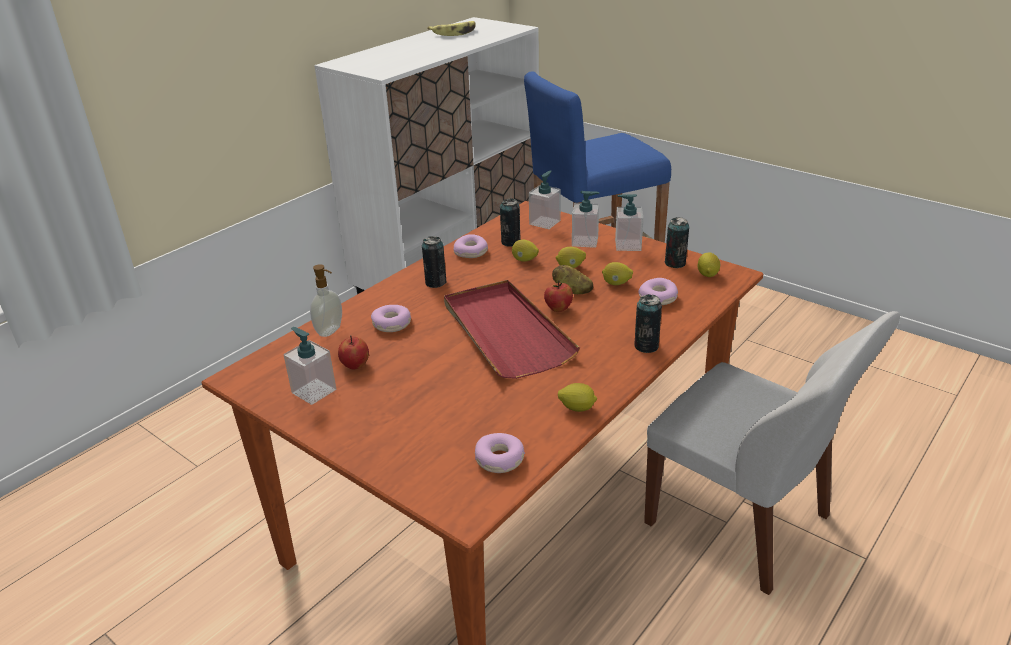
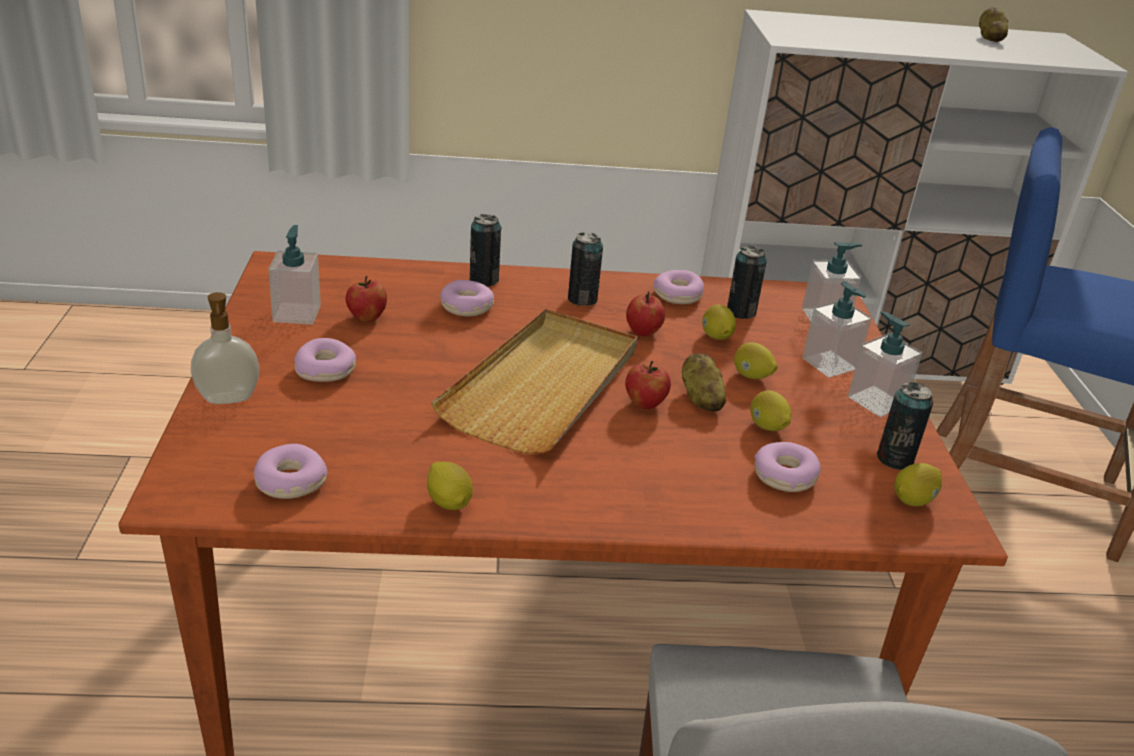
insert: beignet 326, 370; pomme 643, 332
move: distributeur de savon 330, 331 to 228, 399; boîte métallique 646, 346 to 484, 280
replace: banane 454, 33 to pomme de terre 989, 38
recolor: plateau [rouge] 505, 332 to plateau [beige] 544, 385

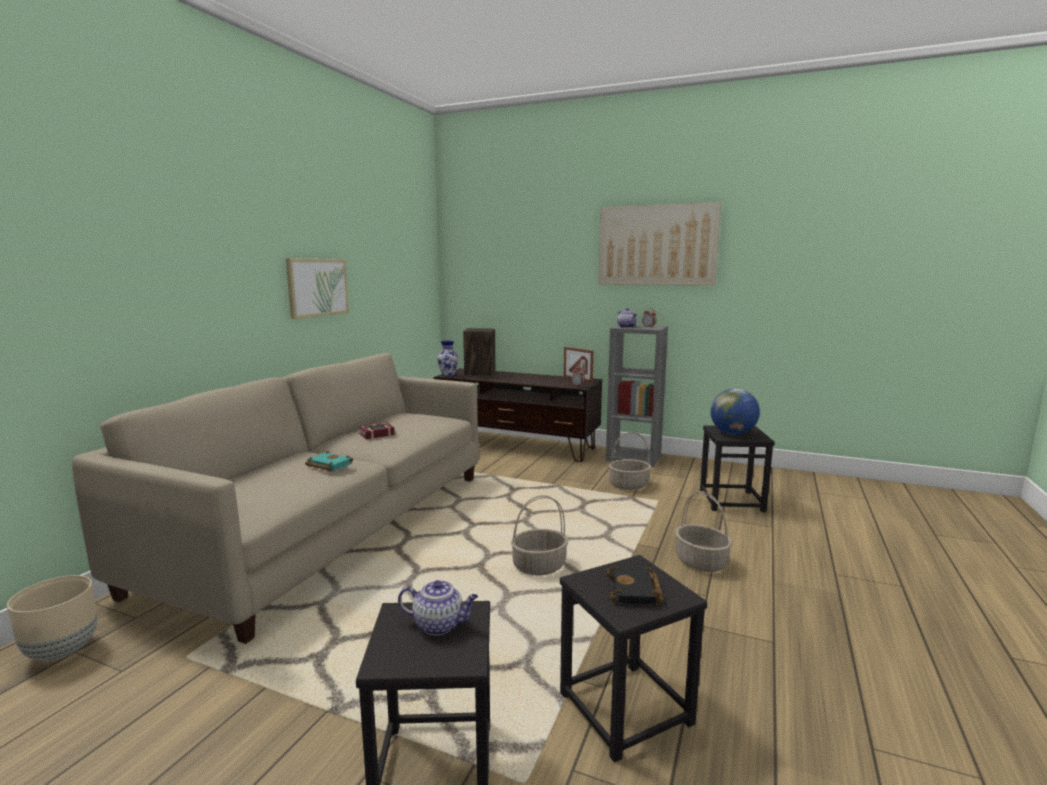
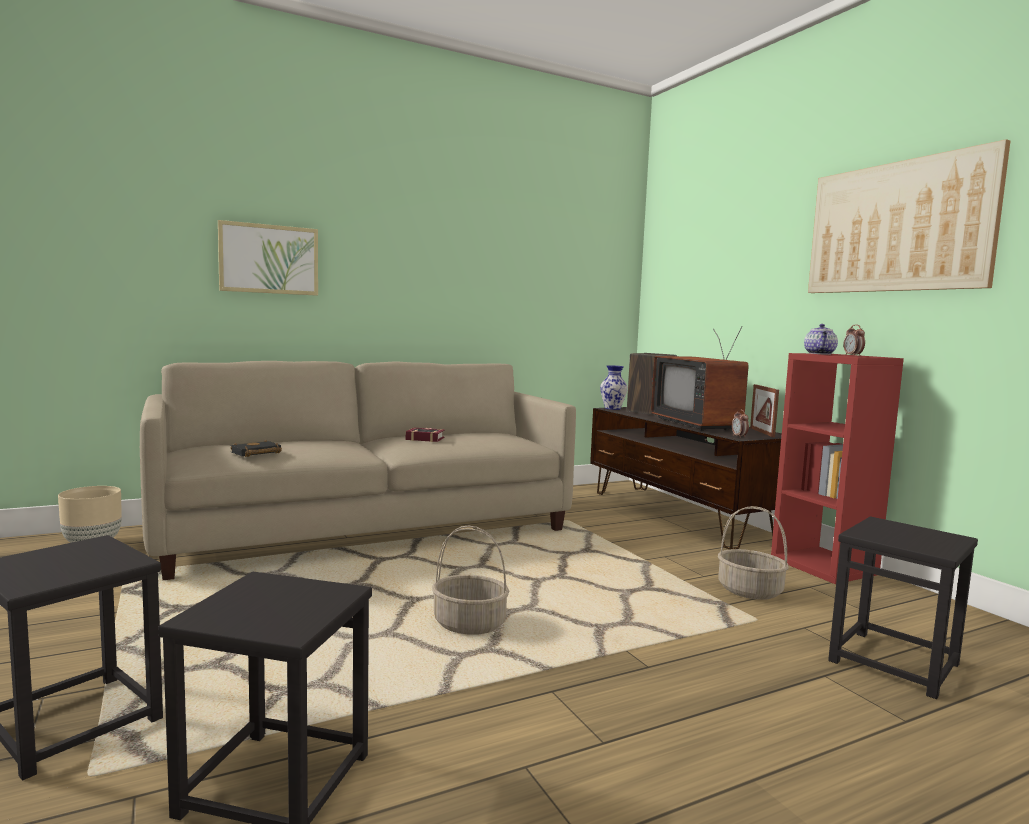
delete: livre [turquoise] 327, 465; théière 440, 625; panier 702, 562; globe 733, 433
insert: téléviseur 700, 424
move: tableau 317, 287 to 269, 259; livre [noir] 636, 591 to 255, 453
recolor: bibliothèque [gris] 634, 457 to bibliothèque [rouge] 825, 566

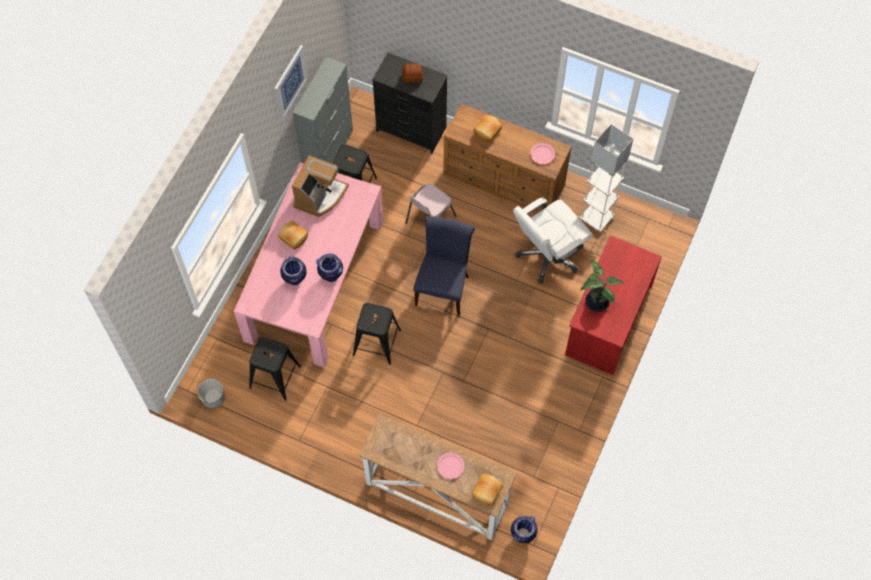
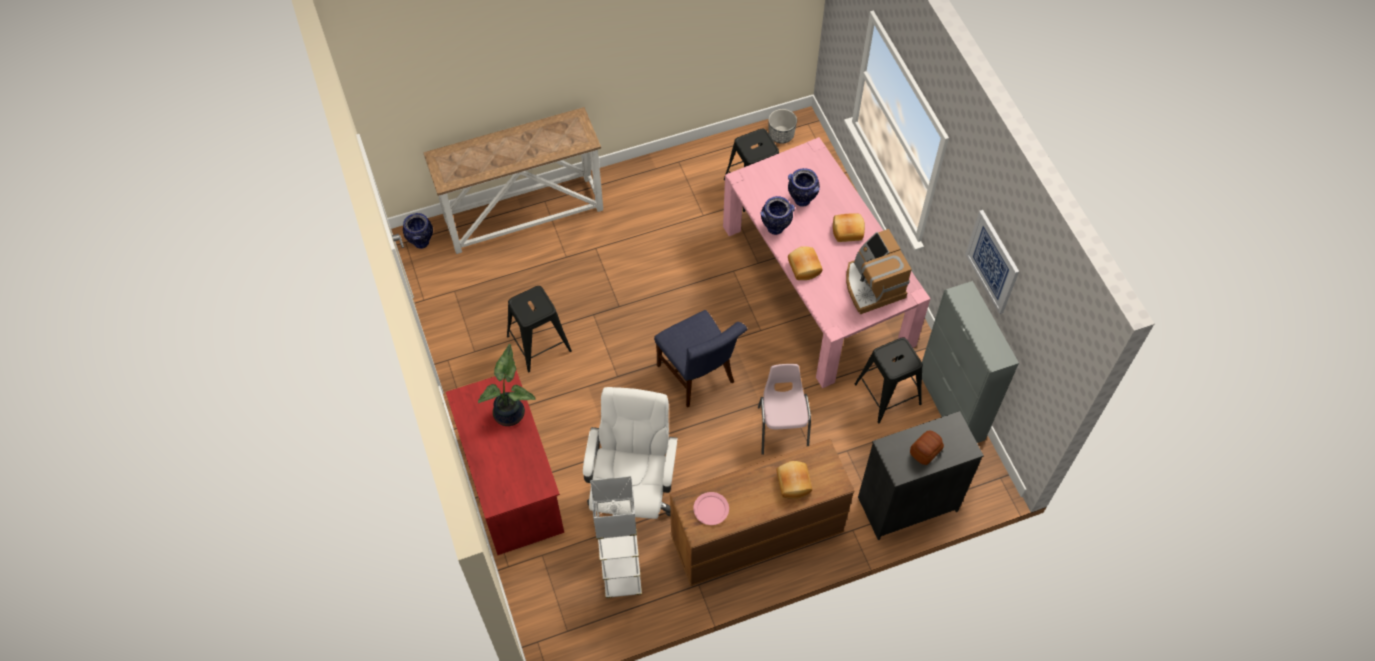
delete: assiette [rose] 450, 466
move: tabouret [noir] 376, 342 to 539, 343; pain 487, 491 to 803, 267

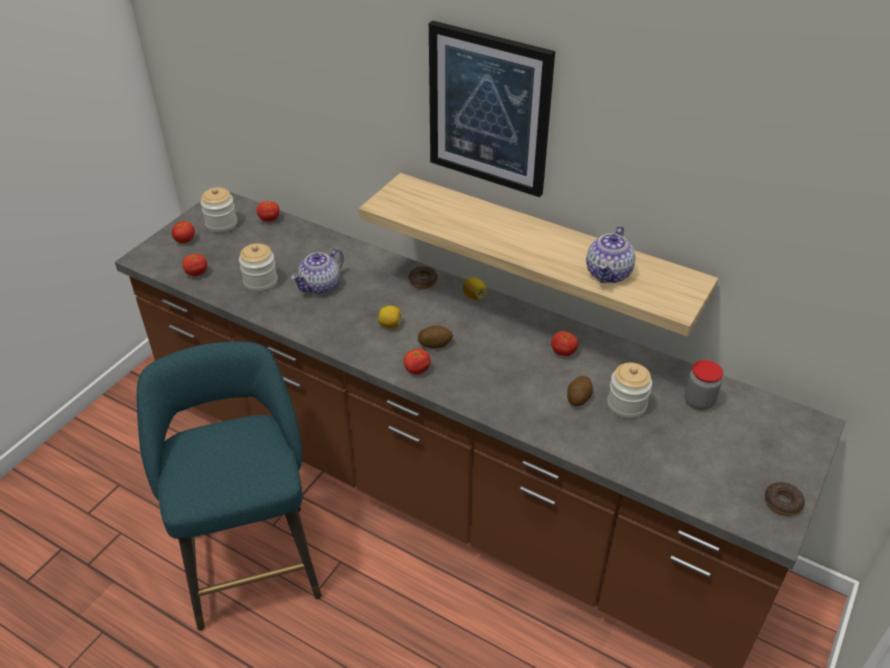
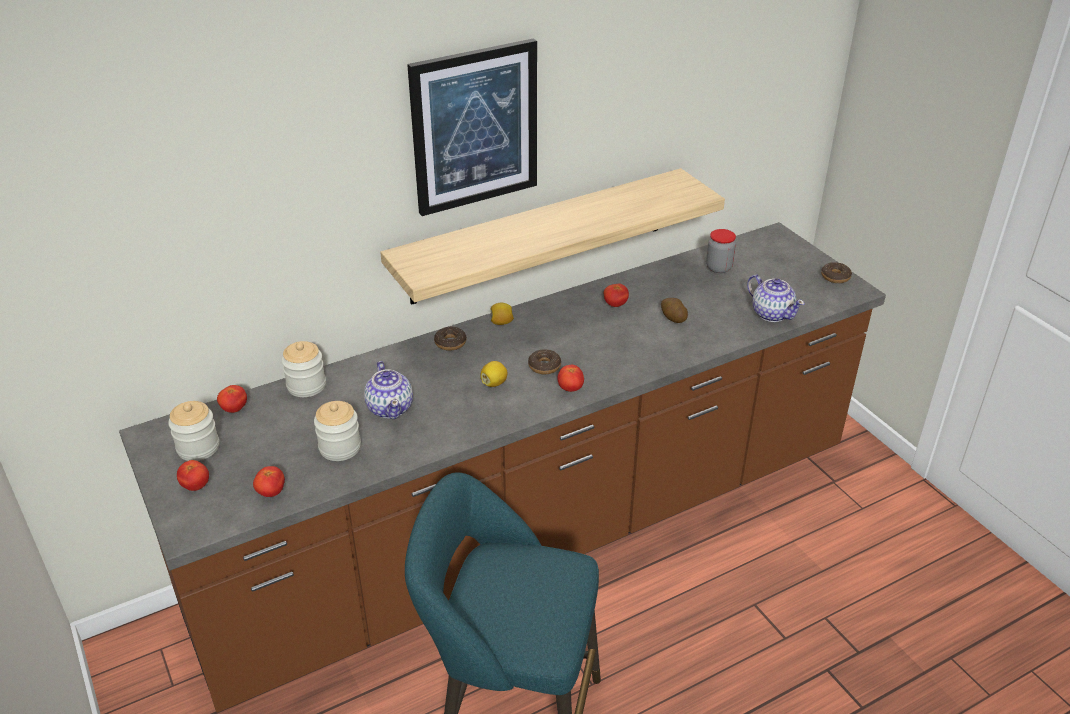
move: théière 609, 273 to 771, 313; bocal 626, 405 to 306, 385
replace: pomme de terre 435, 344 to beignet 544, 366

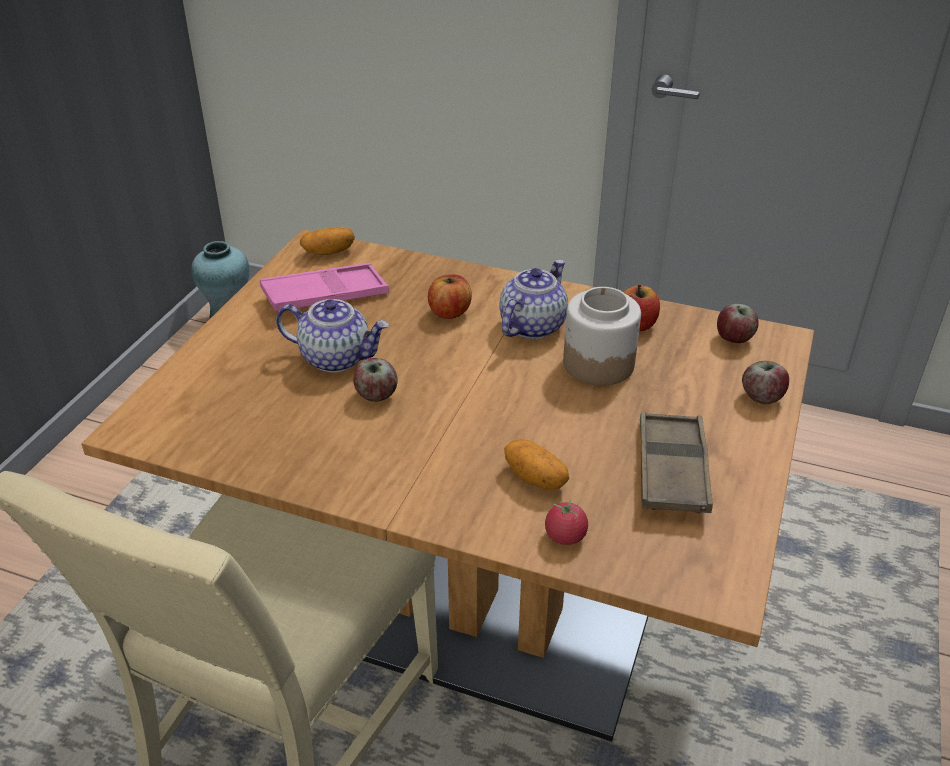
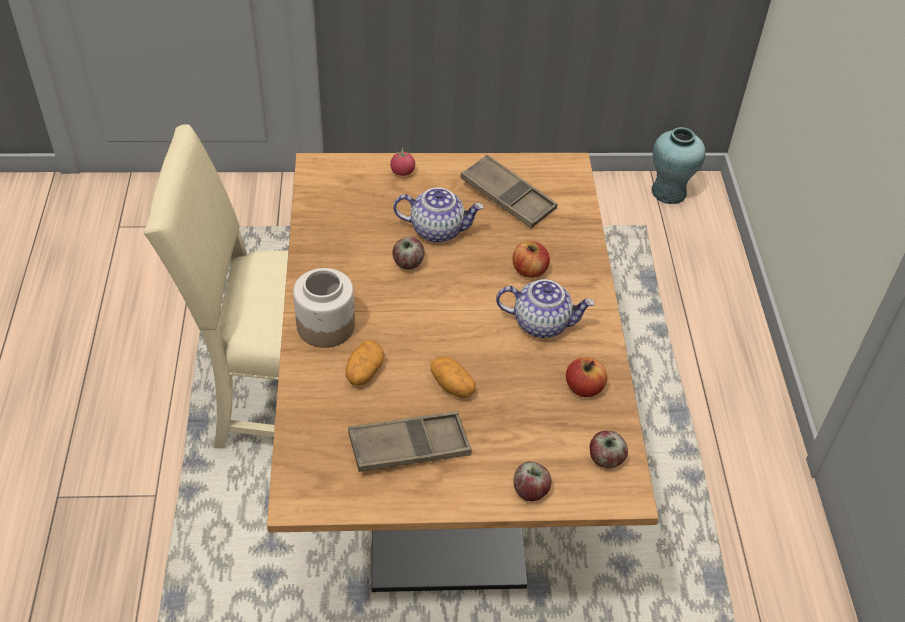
move: pomme de terre 328, 252 to 452, 385; tomate 565, 536 to 402, 172; bocal 598, 363 to 326, 326
recolor: plateau [rose] 325, 295 to plateau [marron] 507, 197
rotate: théière 336, 358 = 438, 229 75 degrees counterclockwise

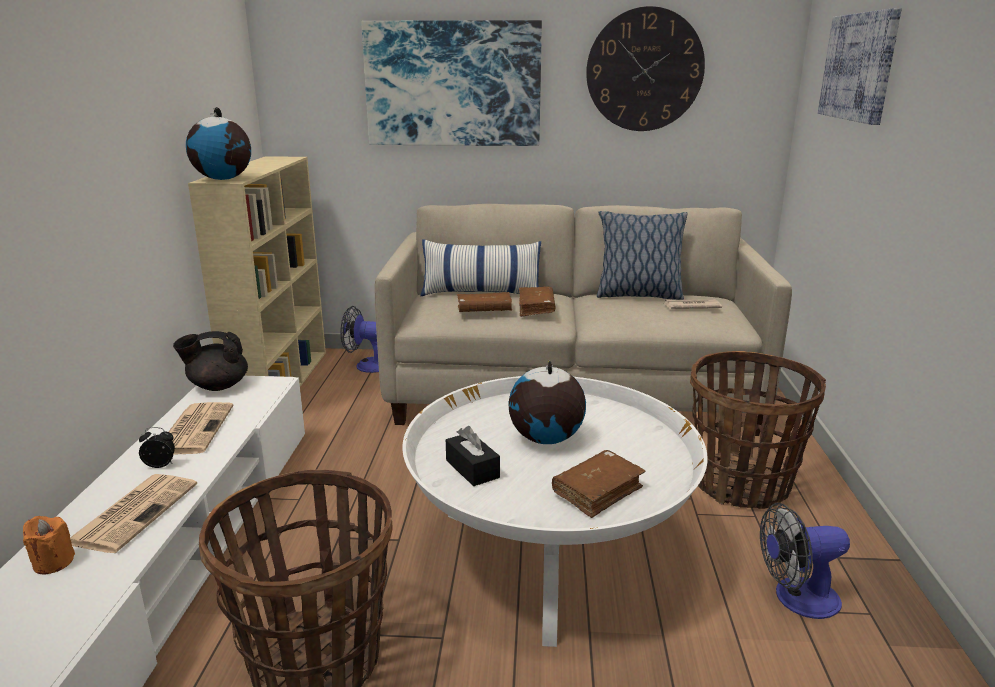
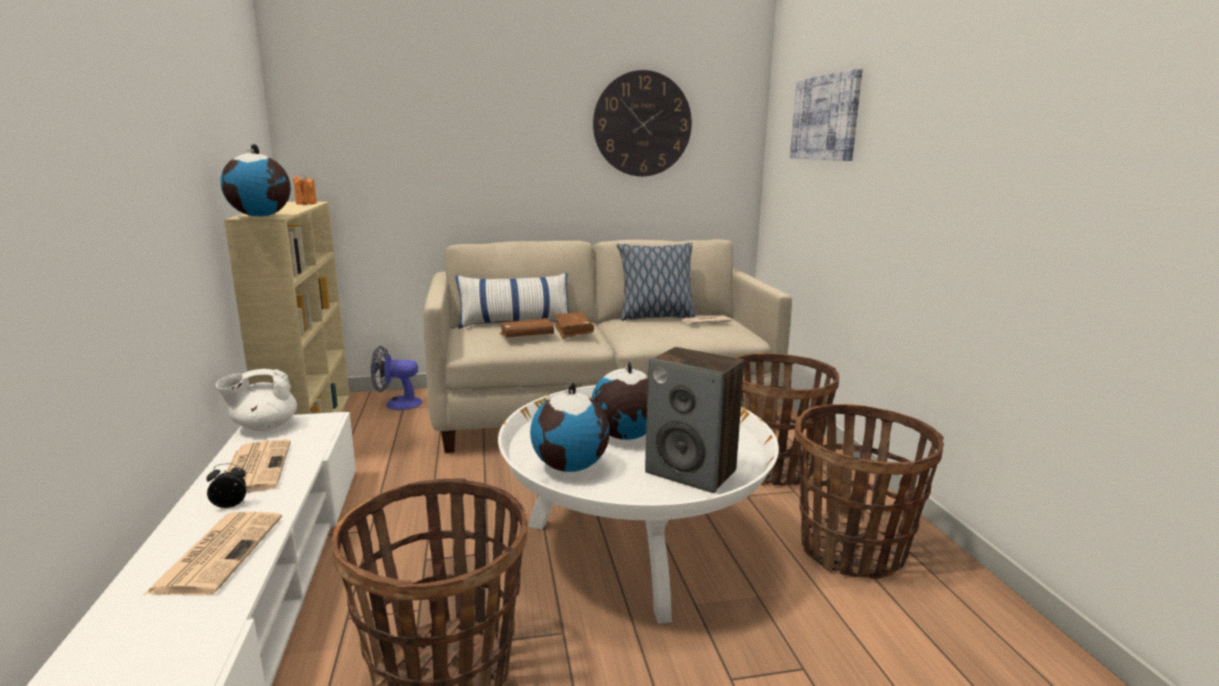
delete: tableau 453, 84
move: bougie [orange] 53, 562 to 306, 203
replace: boîte à mouchoirs [noir] 472, 469 to globe 571, 467; livre [marron] 597, 491 to enceinte 692, 472; ventilateur 796, 599 to panier 852, 550
recolor: théière [noir] 217, 386 to théière [blanc] 264, 427

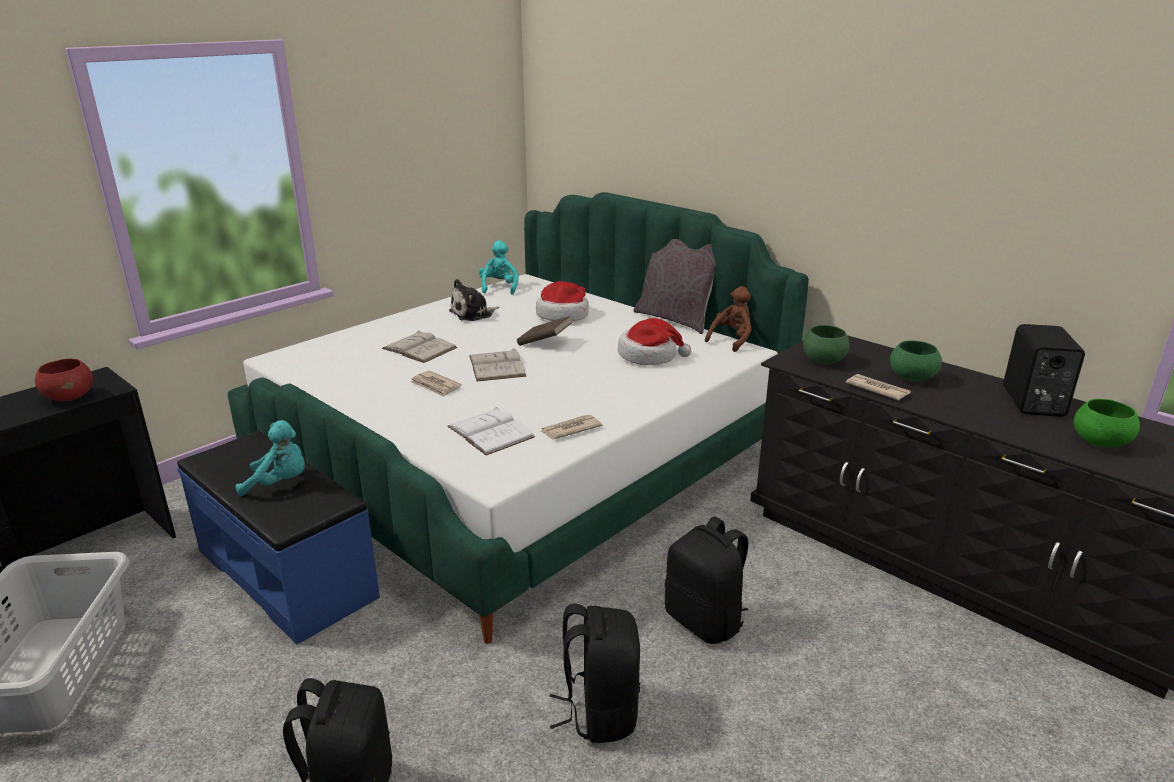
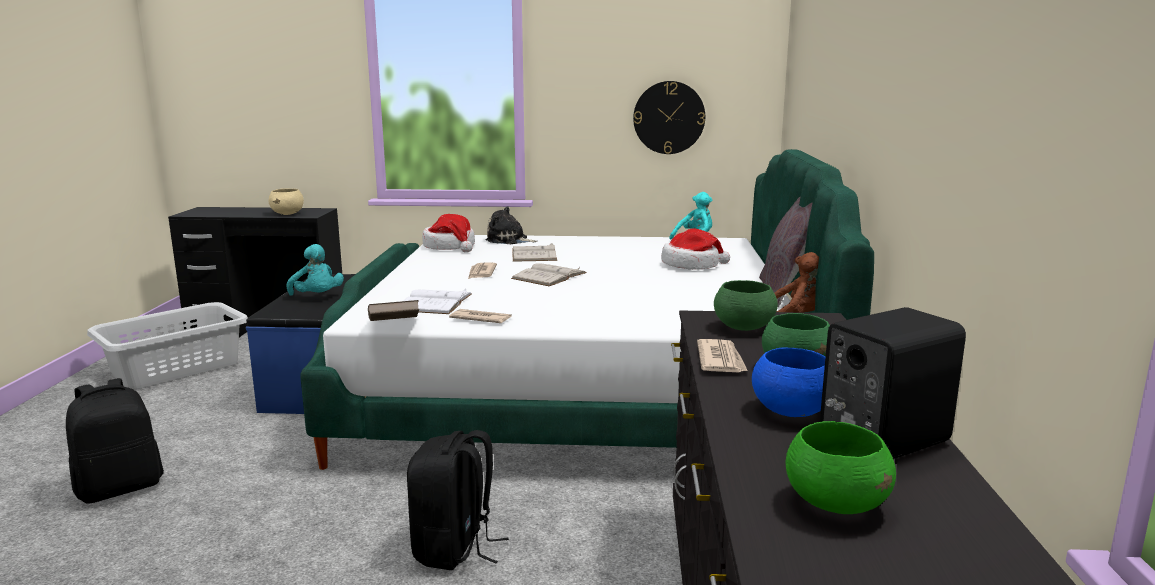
delete: sac à dos [noir] 599, 711
insert: horloge murale 669, 117; bol [bleu] 790, 411
move: peluche 473, 314 to 509, 240; livre [marron] 544, 343 to 394, 326; chapeau 649, 356 to 450, 247
recolor: bol [rouge] 70, 397 to bol [beige] 288, 214

